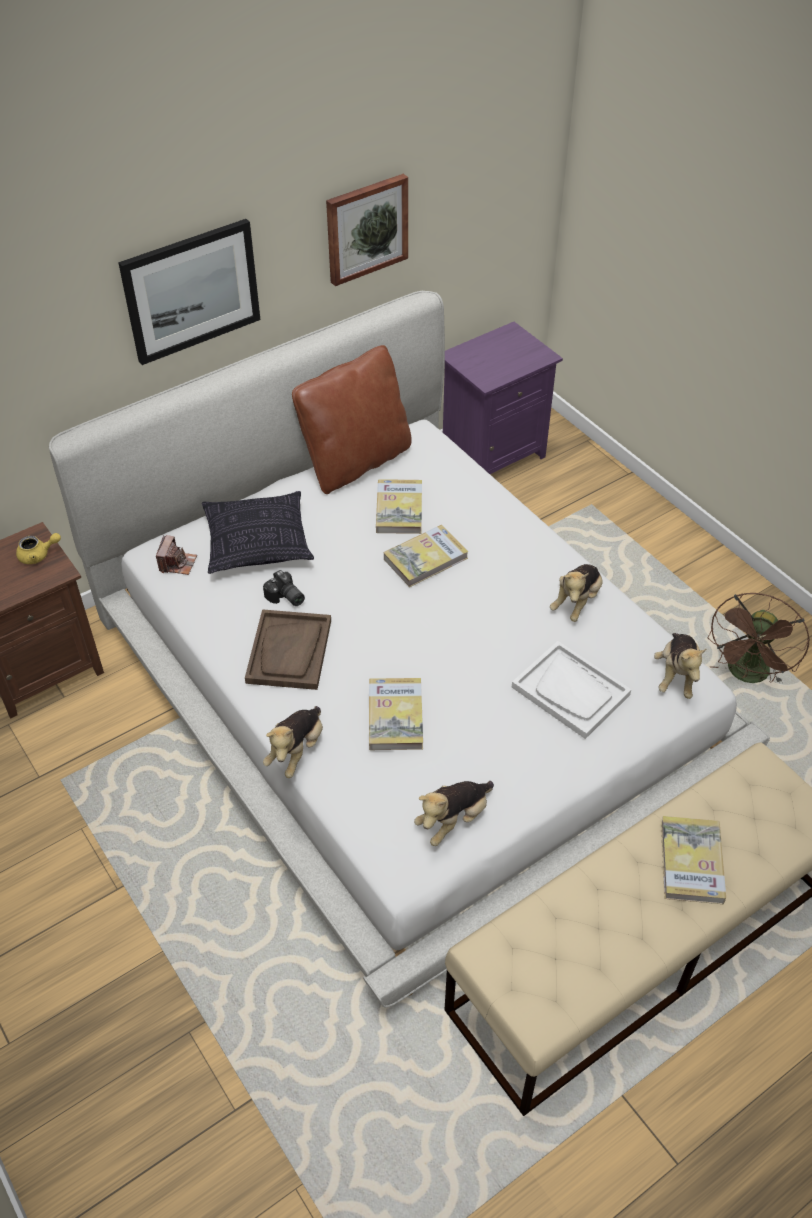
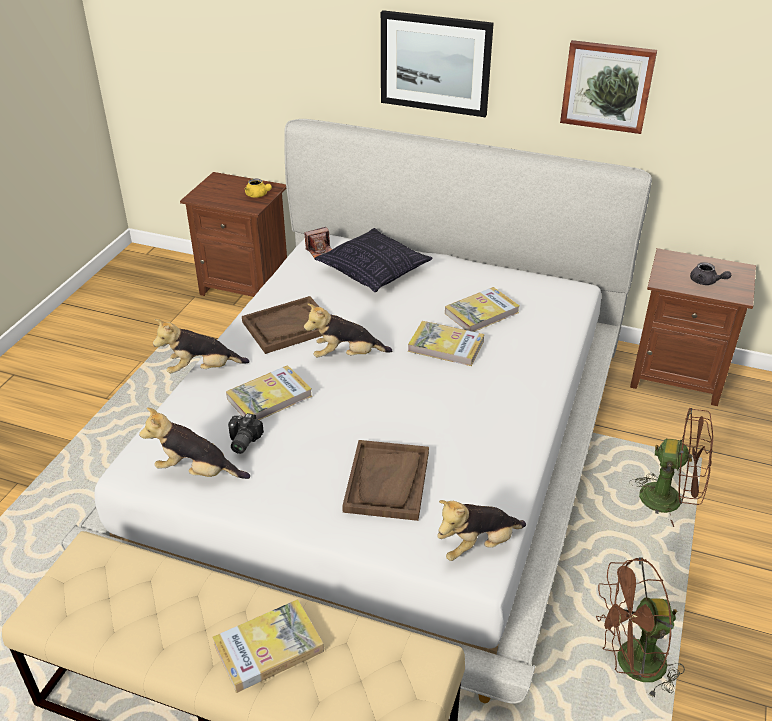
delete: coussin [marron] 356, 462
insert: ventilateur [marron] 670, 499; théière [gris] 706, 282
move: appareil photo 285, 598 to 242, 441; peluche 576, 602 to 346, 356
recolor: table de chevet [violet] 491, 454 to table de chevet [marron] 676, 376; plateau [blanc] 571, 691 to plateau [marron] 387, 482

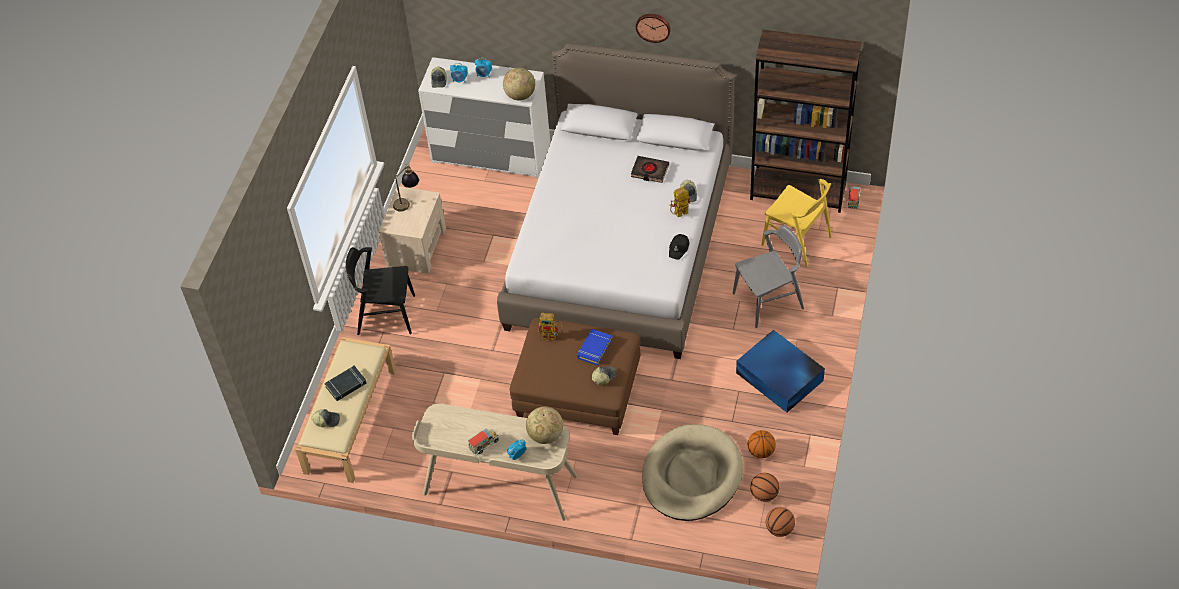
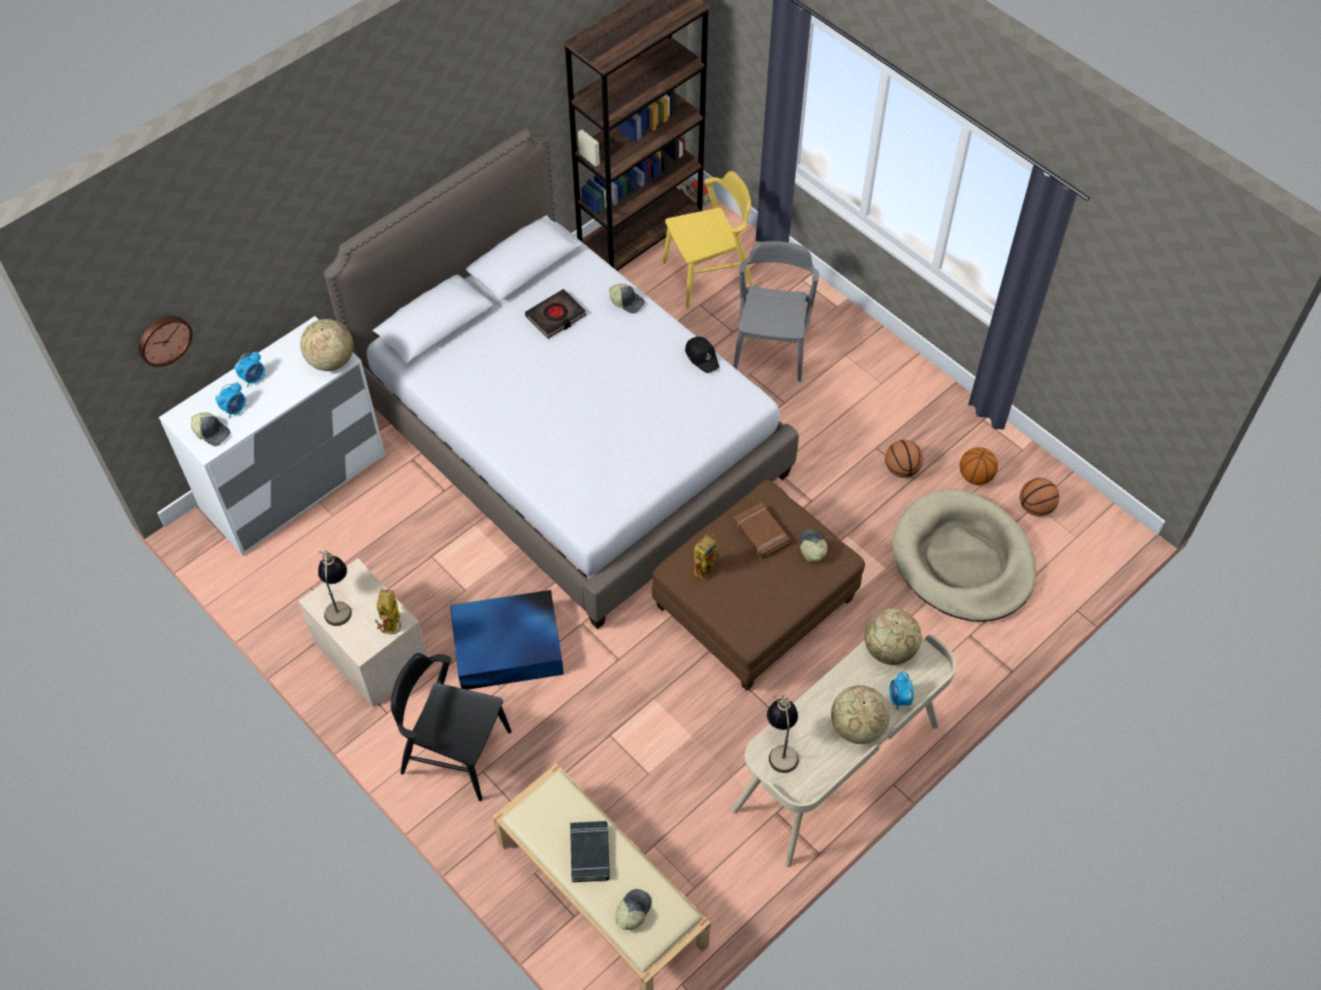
insert: lampe de table 781, 747
move: horloge murale 653, 26 to 163, 339; robot jouet 679, 215 to 393, 628; boîte de rangement [bleu] 780, 377 to 509, 647; ballon de basket 779, 529 to 901, 469
replace: camion jouet 484, 445 to globe 857, 727
recolor: livre [bleu] 594, 349 to livre [marron] 761, 533
rotate: chaise [noir] 386, 315 = 456, 752 75 degrees clockwise

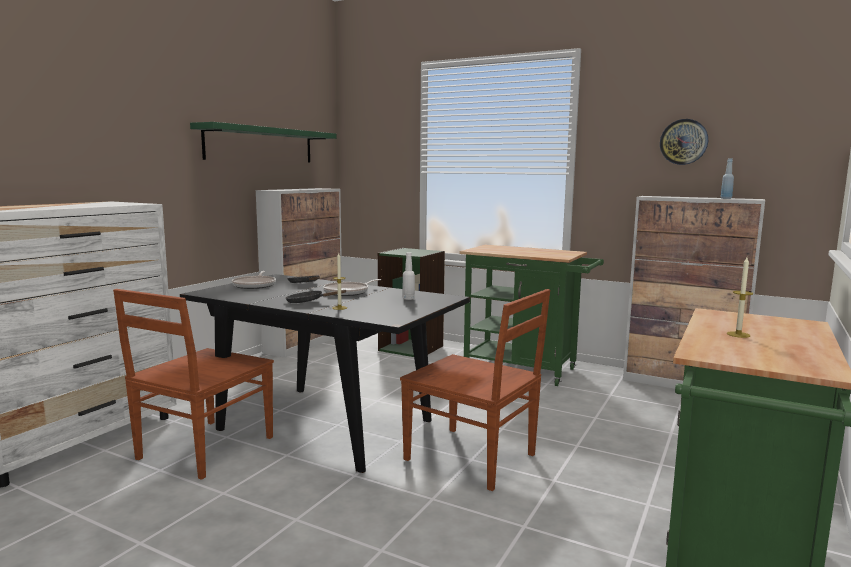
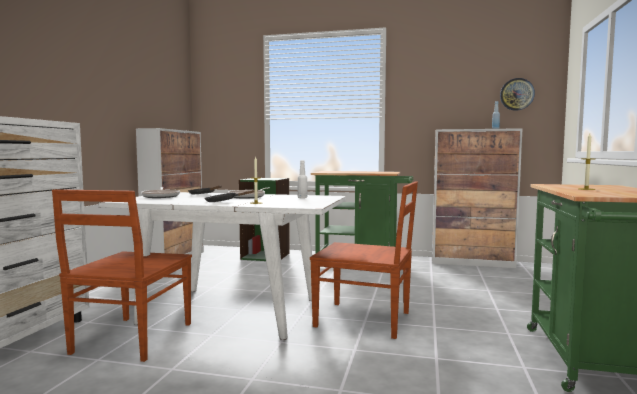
delete: étagère [vert] 261, 145
move: horloge murale 683, 142 to 517, 94
recolor: table à manger [noir] 327, 425 to table à manger [blanc] 233, 311

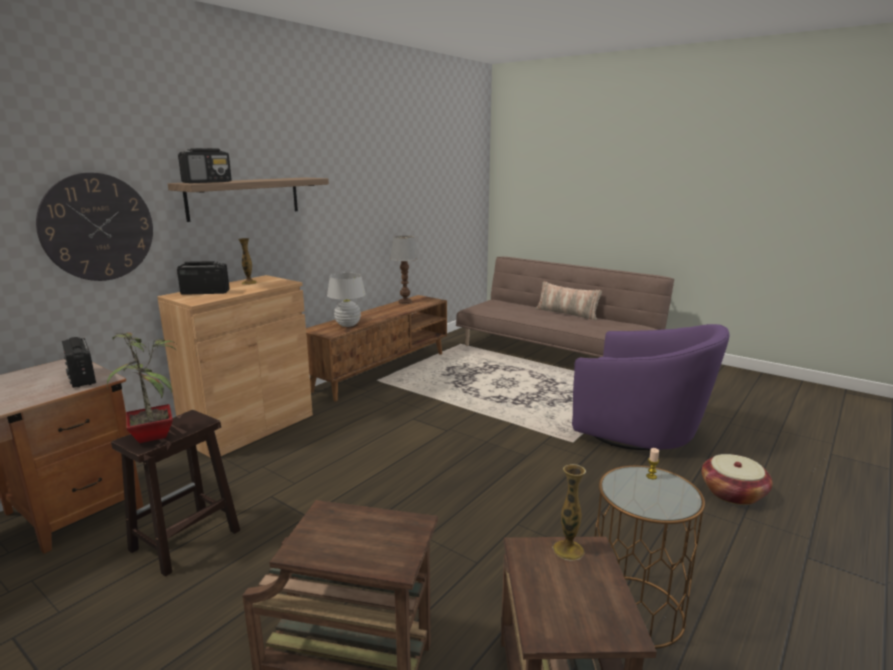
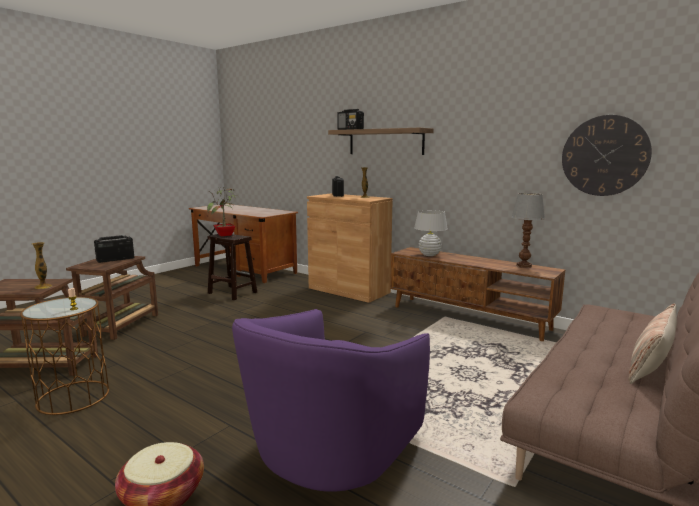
move: horloge murale 98, 227 to 604, 156; radio 82, 378 to 115, 259

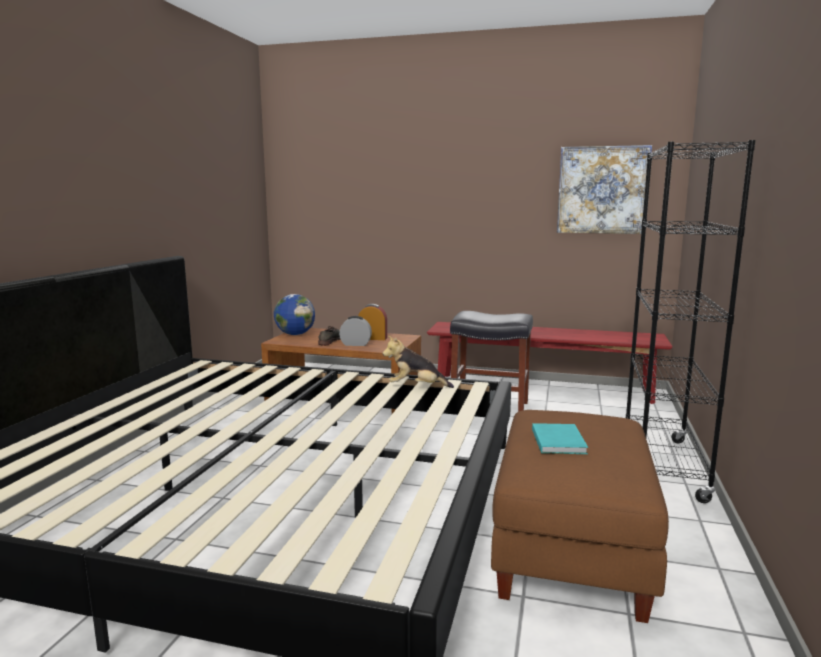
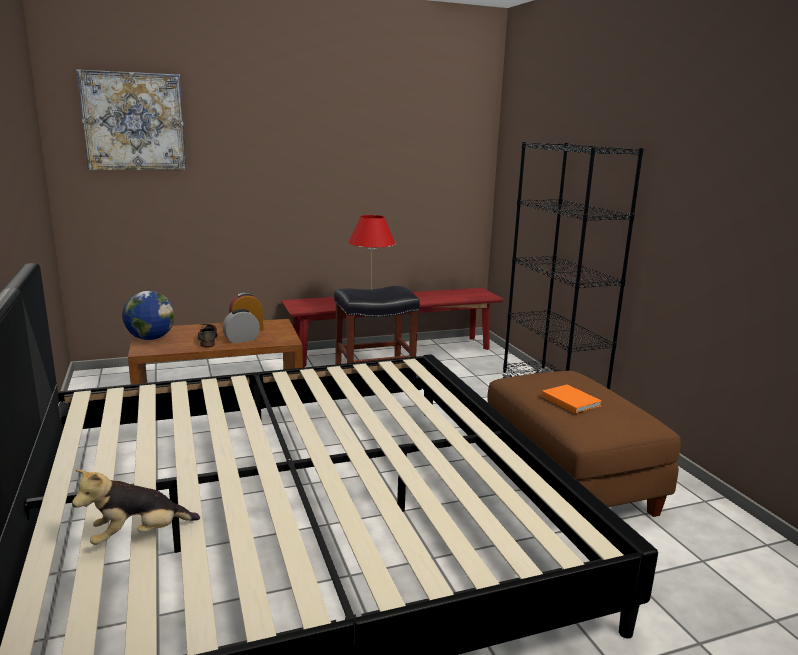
insert: lampe de table [rouge] 370, 290
move: peluche 416, 387 to 138, 536; tableau 602, 190 to 134, 122
recolor: livre [turquoise] 559, 441 to livre [orange] 570, 400

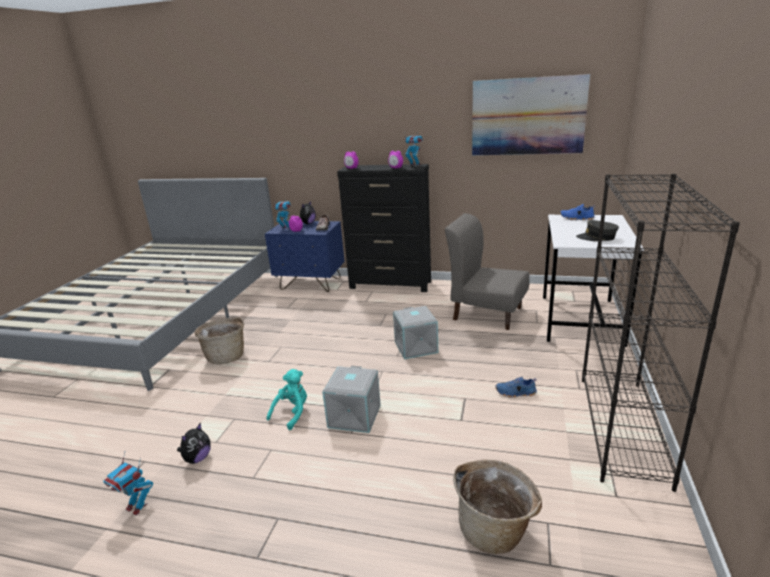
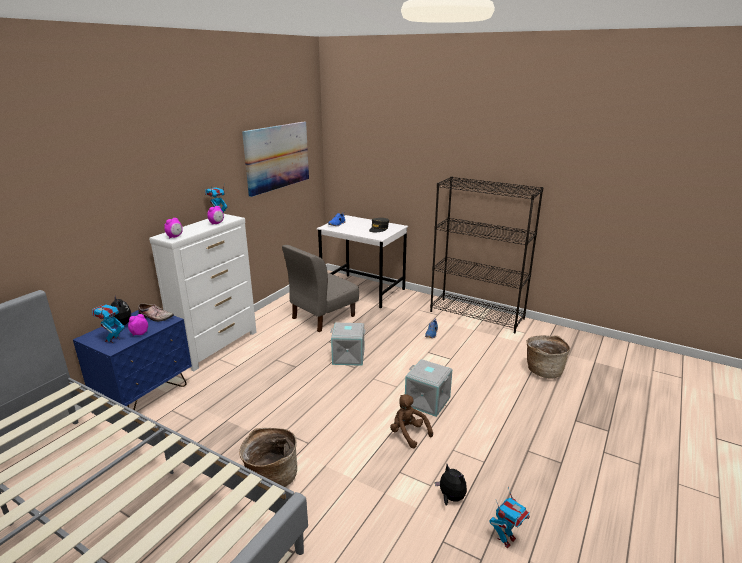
recolor: peluche [turquoise] 292, 413 to peluche [marron] 408, 433; commode [noir] 391, 285 to commode [blanc] 218, 346

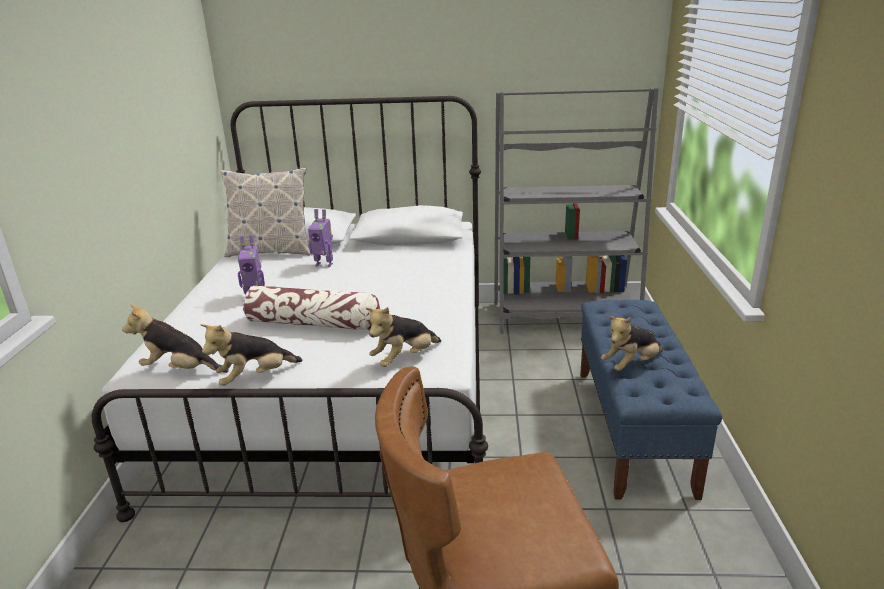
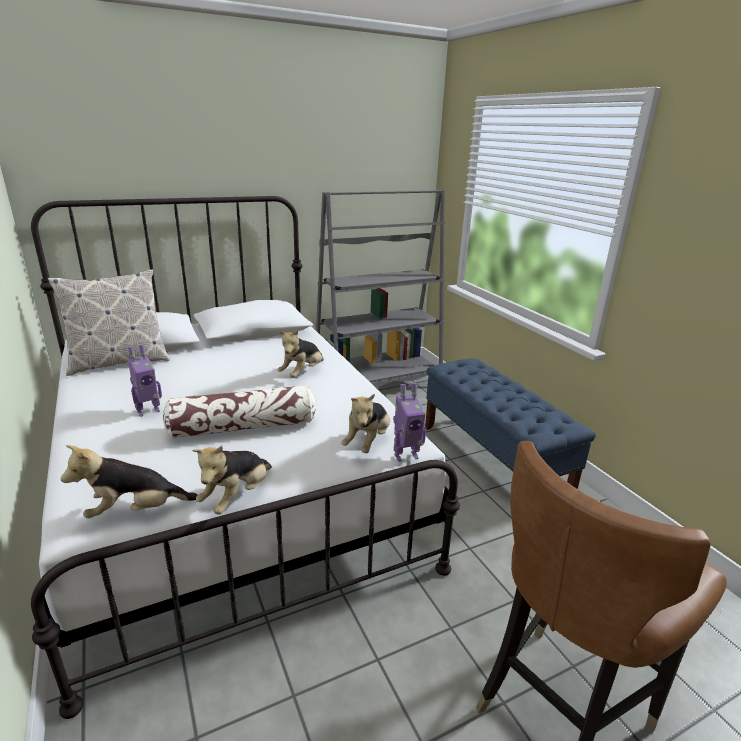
move: robot jouet 324, 264 to 405, 455; peluche 631, 365 to 302, 373

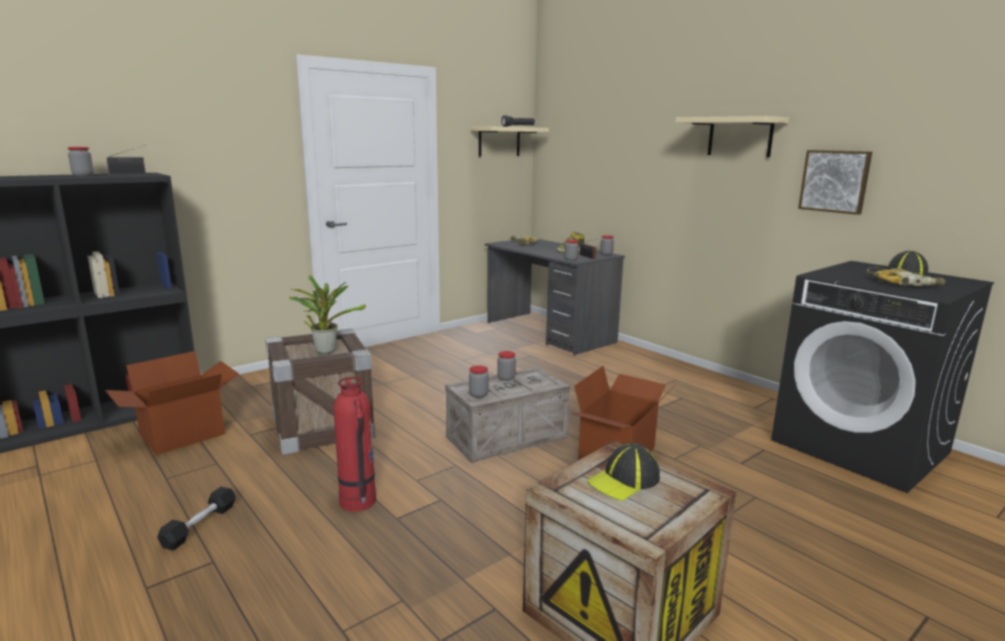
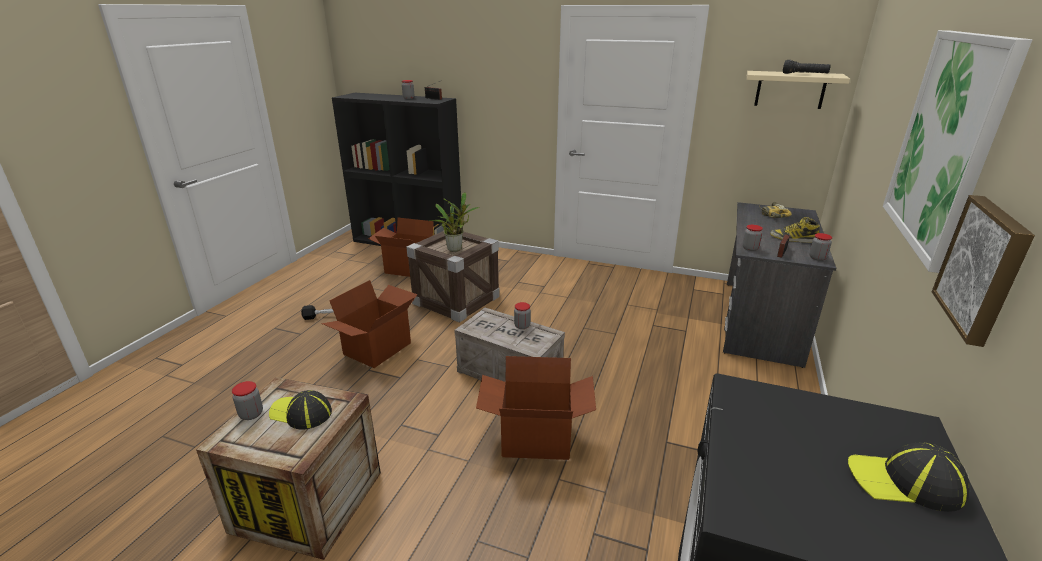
delete: perceuse 903, 283
move: bocal 478, 394 to 251, 414
replace: extincteur 357, 501 to carton 378, 349; étagère [beige] 740, 137 to tableau 945, 143

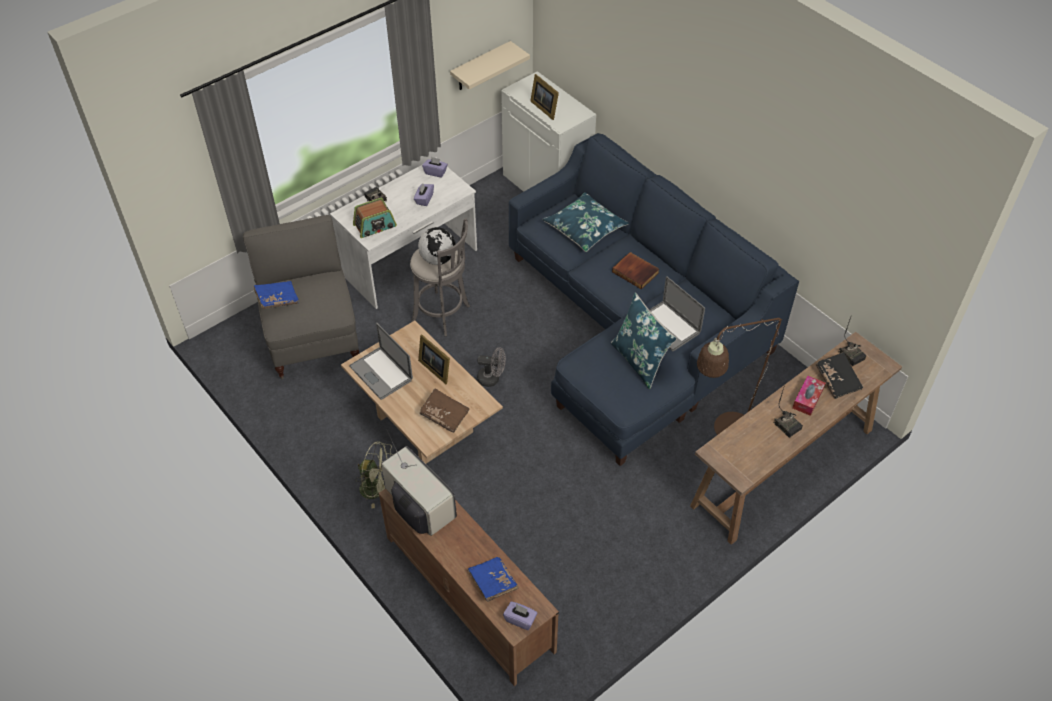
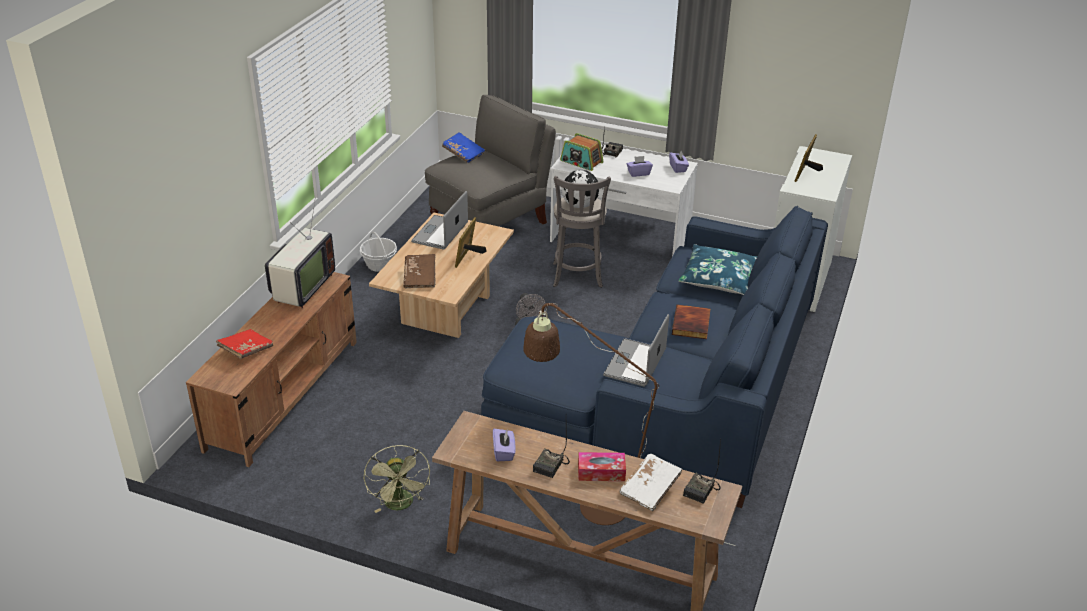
delete: étagère [beige] 481, 67; coussin [bleu] 640, 361
insert: panier 379, 265
move: ventilateur [vert] 378, 489 to 401, 505; boîte à mouchoirs [violet] 520, 619 to 504, 452
recolor: livre [bleu] 493, 583 to livre [rouge] 246, 350; livre [noir] 837, 380 to livre [blanc] 650, 489

